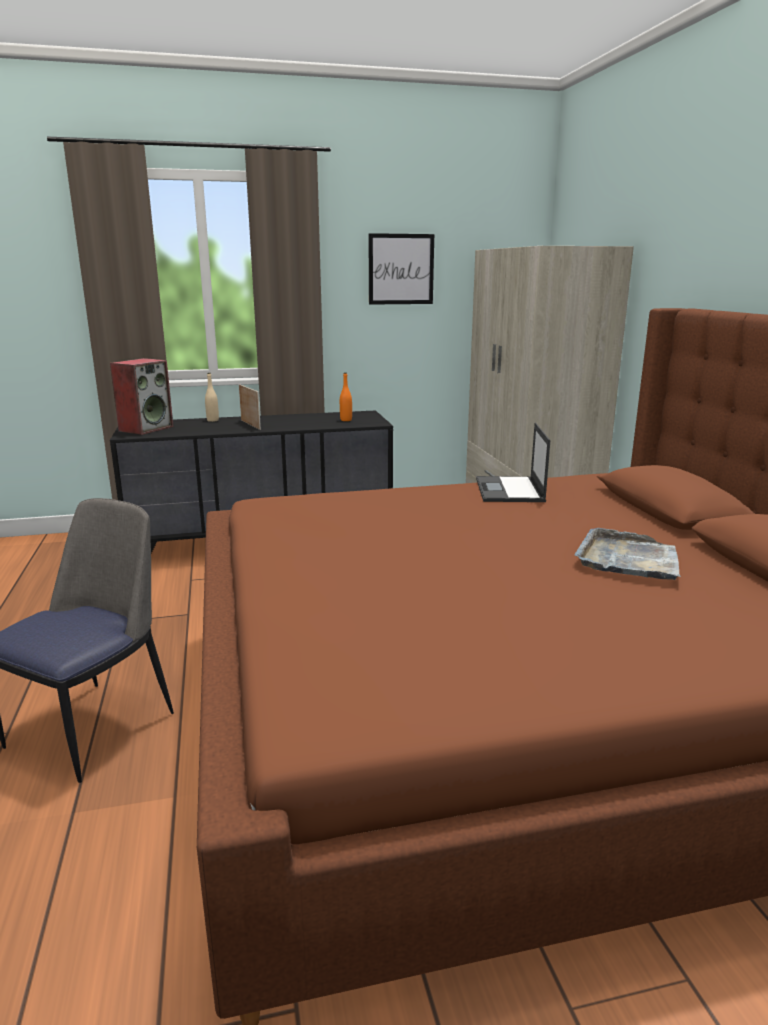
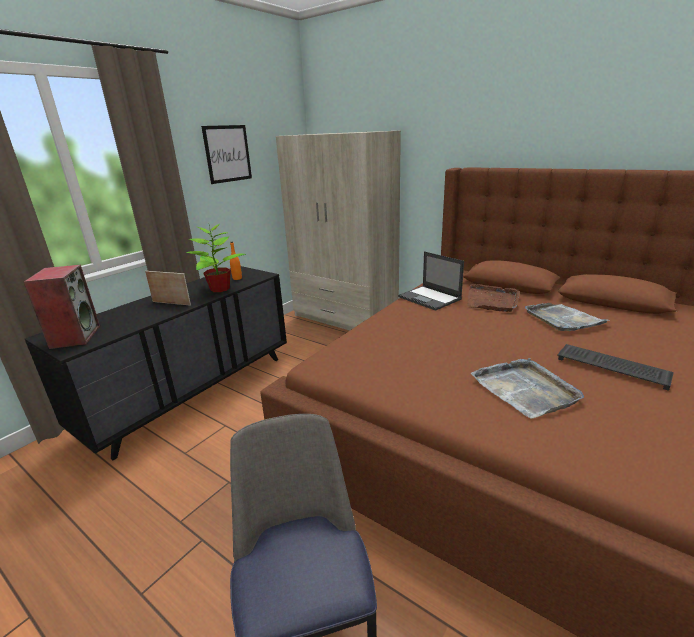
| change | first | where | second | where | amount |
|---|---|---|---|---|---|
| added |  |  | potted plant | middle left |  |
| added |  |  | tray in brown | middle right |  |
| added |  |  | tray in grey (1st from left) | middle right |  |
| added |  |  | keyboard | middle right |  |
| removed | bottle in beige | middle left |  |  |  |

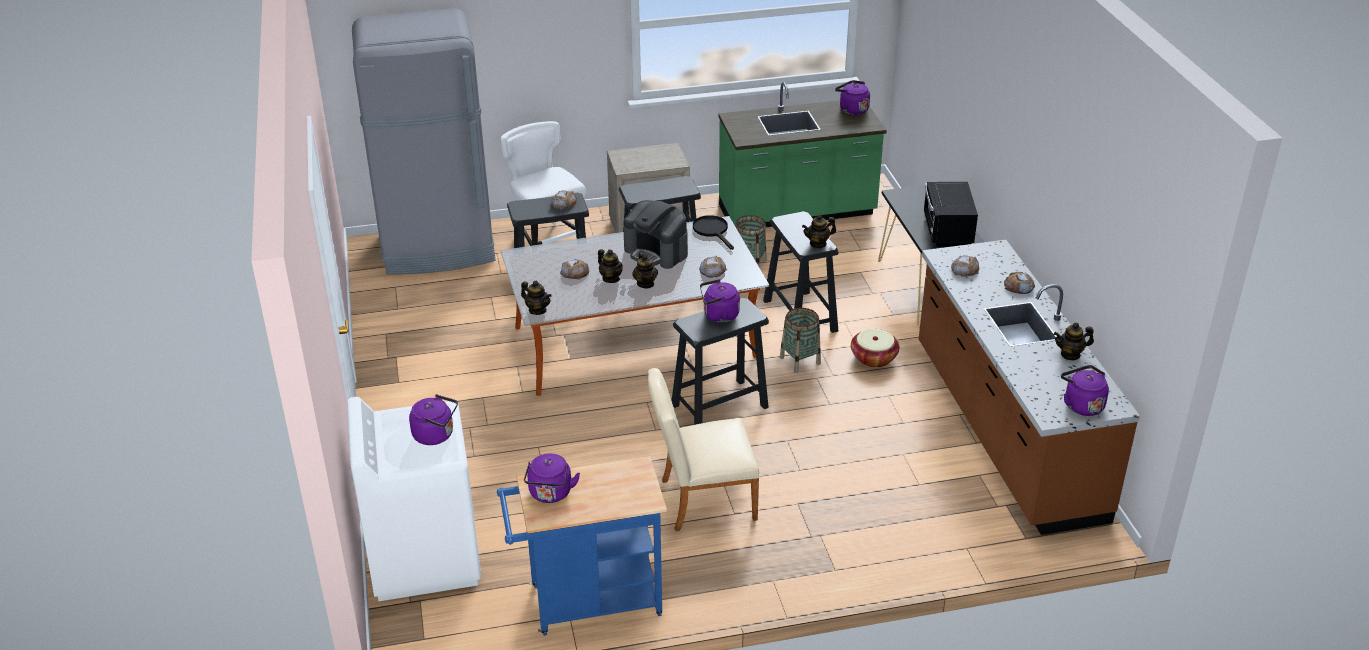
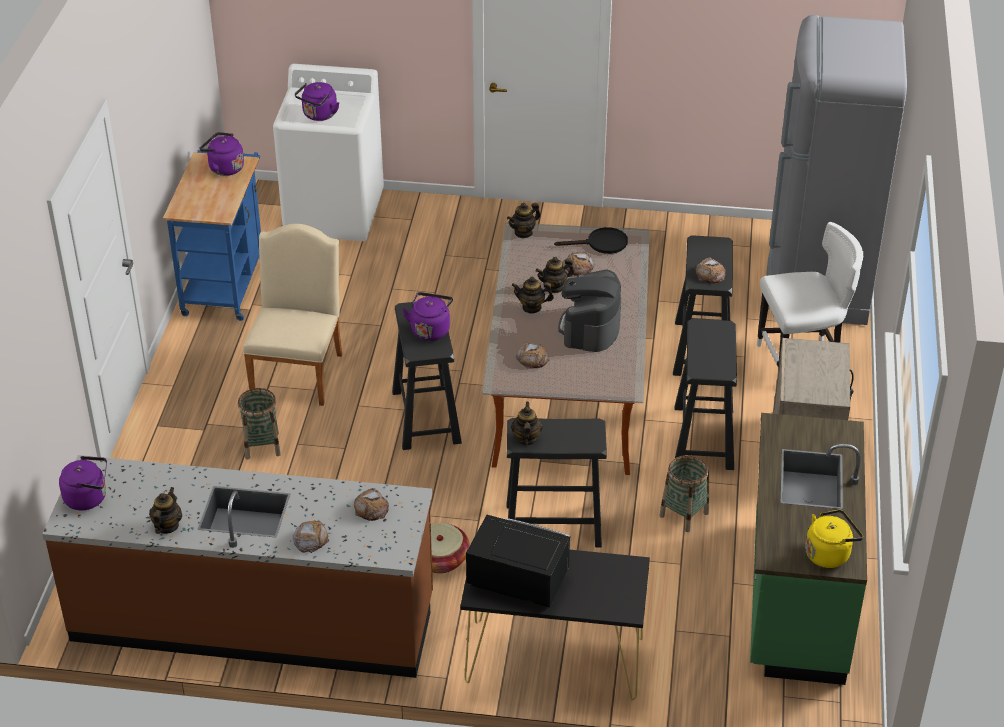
| change | first | where | second | where | amount |
|---|---|---|---|---|---|
| moved | basket (2nd from left in the first image) | centre | basket (1st from left) | middle left |  |
| moved | frying pan in black | centre |  | top centre |  |
| turned | coffee machine | centre |  | centre | 45 degrees counterclockwise |
| recoloured | kettle in purple (4th from left) | top centre | kettle in yellow | bottom right |  |

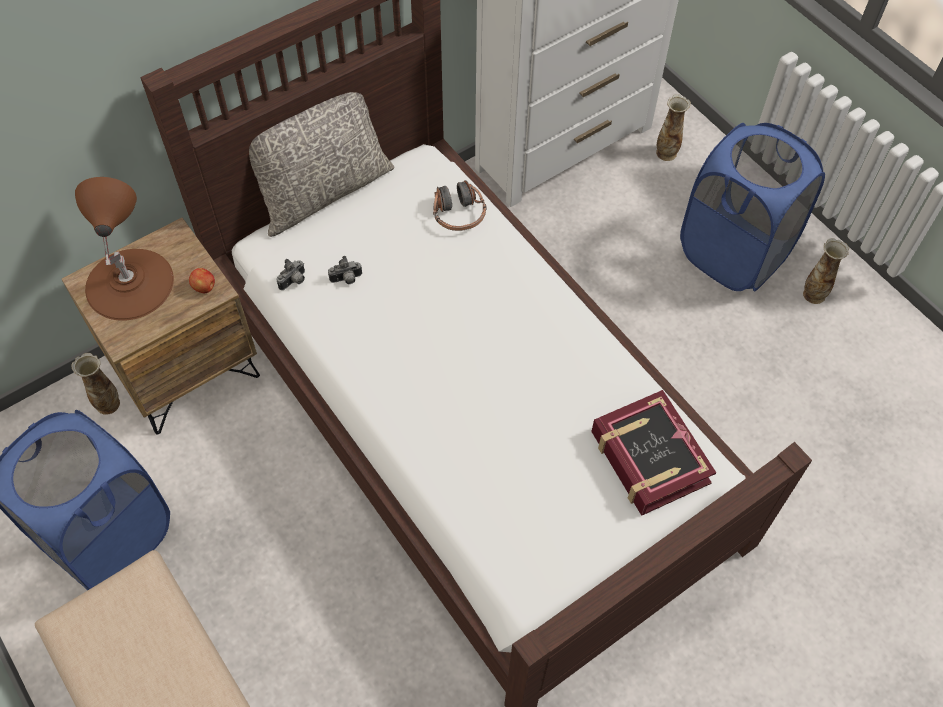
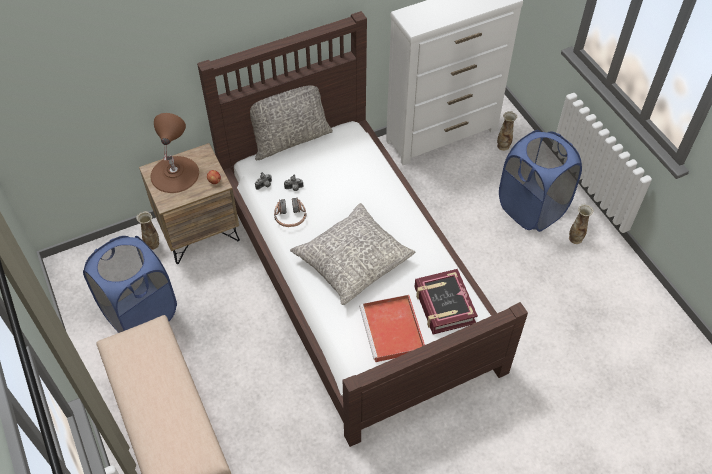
| change | first | where | second | where | amount |
|---|---|---|---|---|---|
| moved | headphones | top centre |  | centre |  |
| added |  |  | pillow in grey (2nd from left) | centre |  |
| added |  |  | tray in red | bottom centre |  |

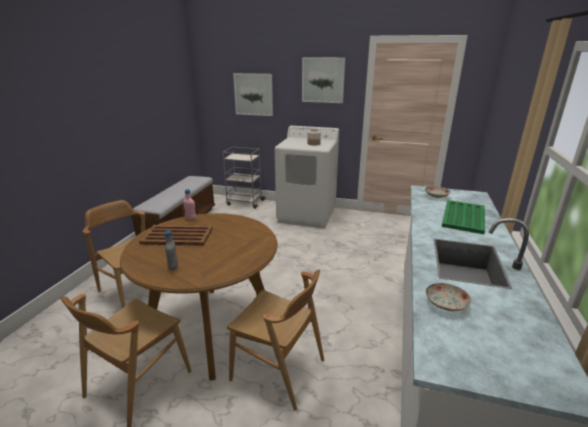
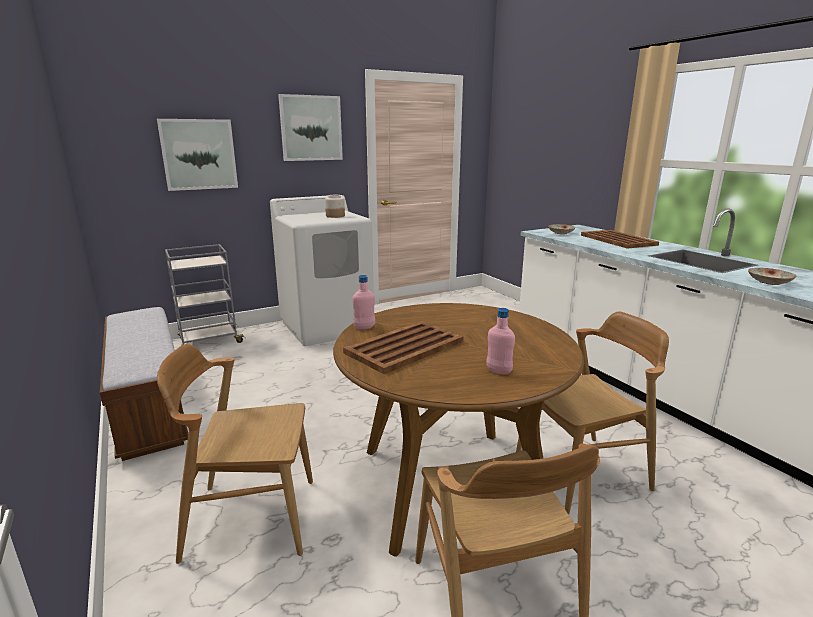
| change | first | where | second | where | amount |
|---|---|---|---|---|---|
| recoloured | bottle in grey | middle left | bottle in pink (2nd from left) | centre |  |
| recoloured | tray in green | middle right | tray in brown (2nd from left) | middle right |  |

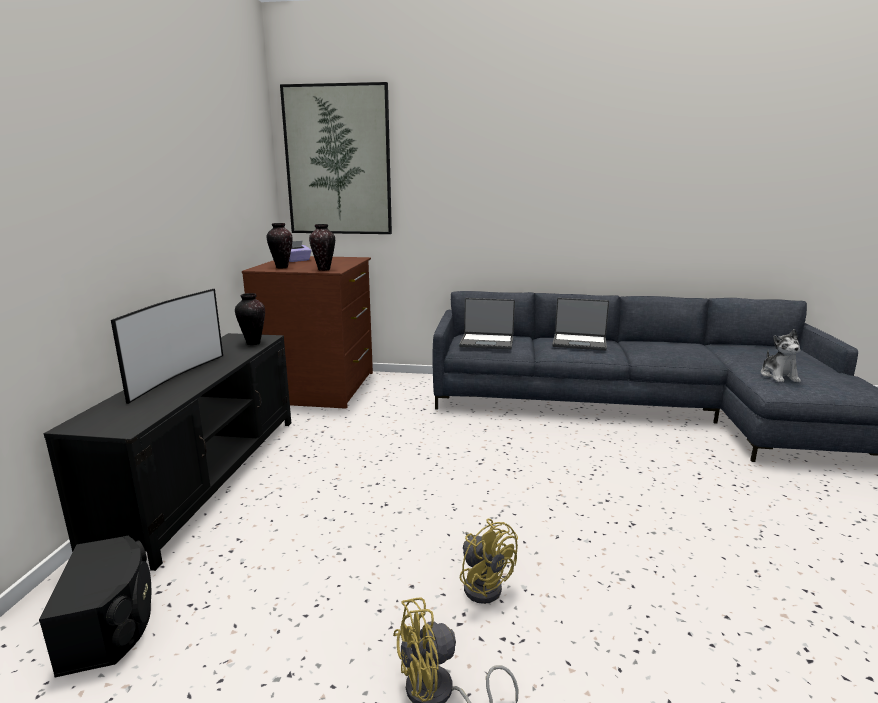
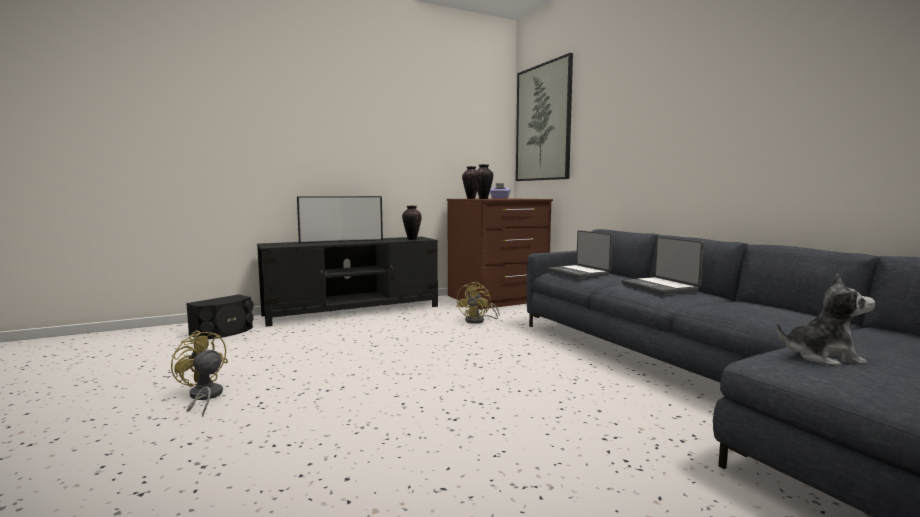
| change | first | where | second | where | amount |
|---|---|---|---|---|---|
| moved | fan in yellow (2nd from left) | bottom centre |  | centre |  |
| turned | plush toy | middle right |  | middle right | 135 degrees counterclockwise |

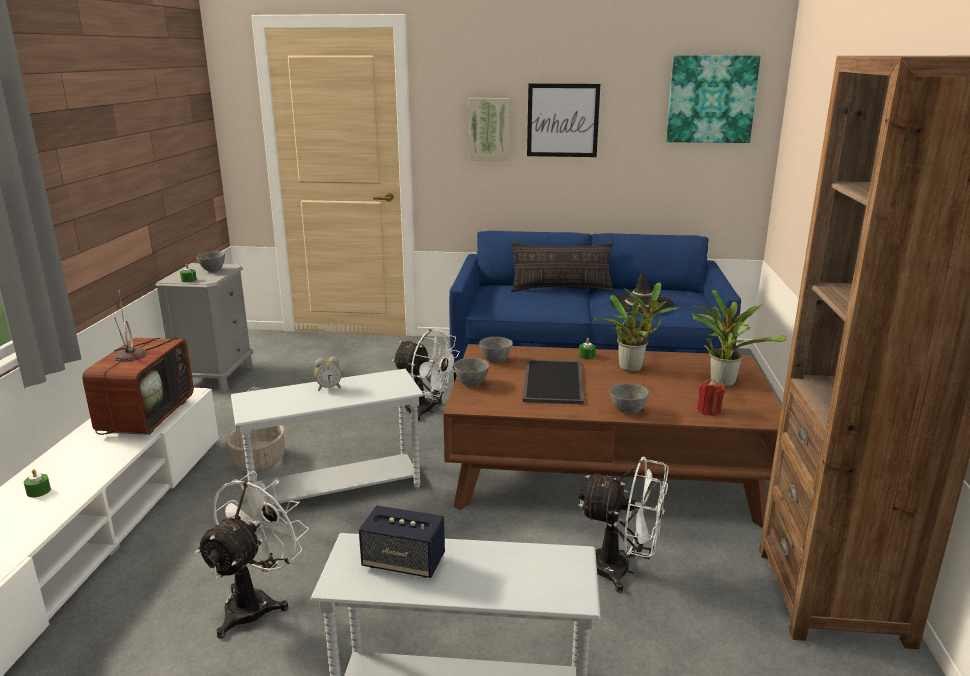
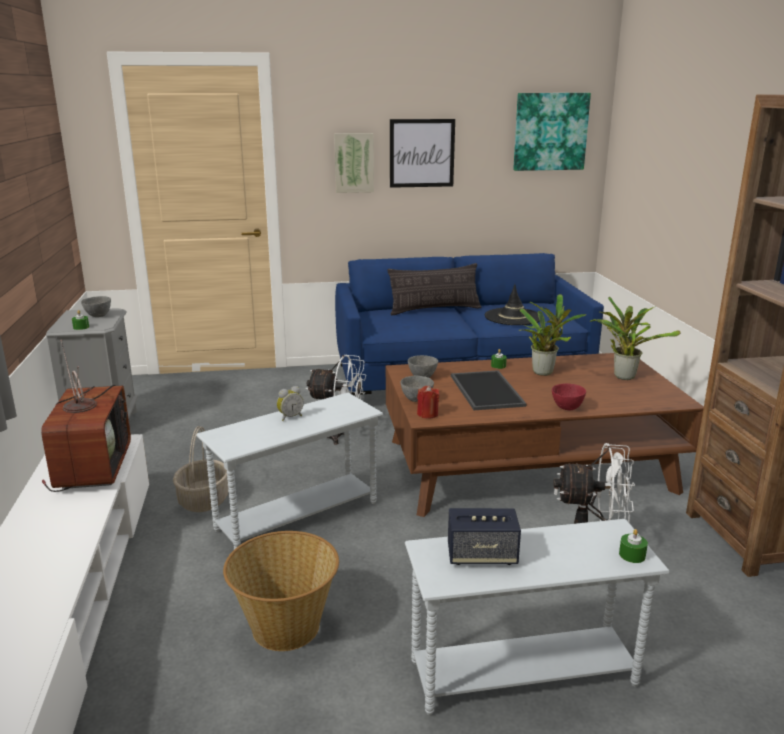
| change | first | where | second | where | amount |
|---|---|---|---|---|---|
| replaced | fan in white (1st from left) | bottom left | basket (2nd from left) | bottom centre |  |
| moved | candle in red | middle right |  | centre |  |
| recoloured | bowl in grey (4th from left) | centre | bowl in red | middle right |  |
| moved | candle in green (1st from left in the first image) | bottom left | candle in green (3rd from left) | bottom right |  |

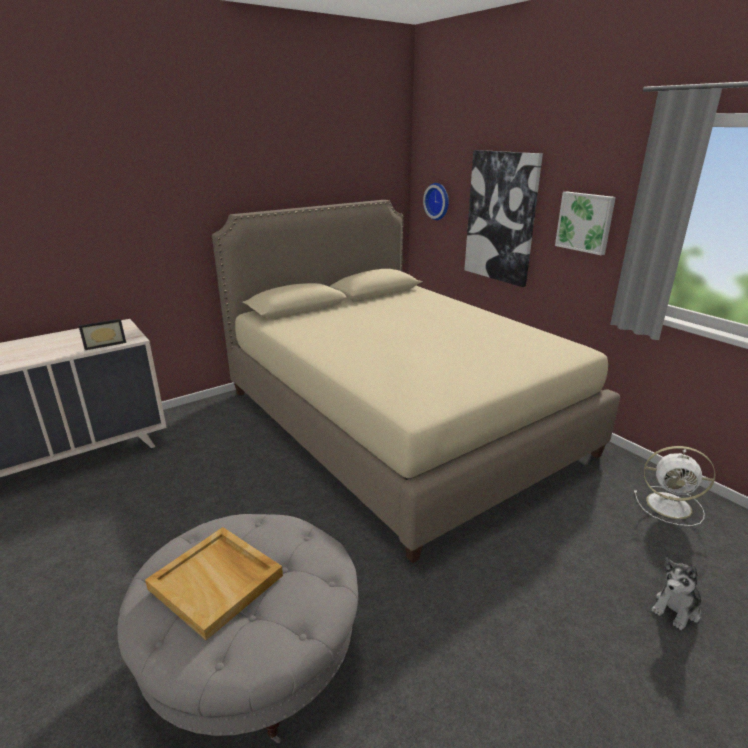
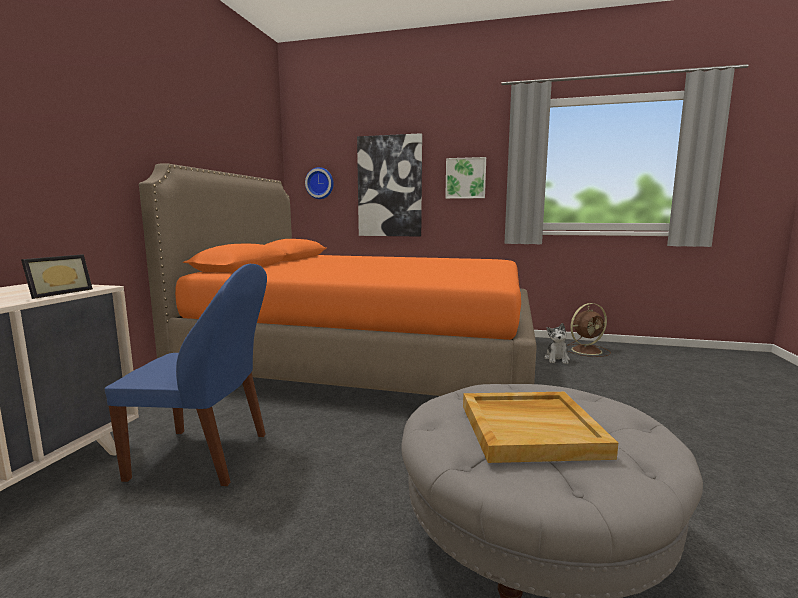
| change | first | where | second | where | amount |
|---|---|---|---|---|---|
| added |  |  | chair in blue | middle left |  |
| recoloured | bed in beige | centre | bed in orange | centre |  |
| moved | plush toy | bottom right |  | middle right |  |
| recoloured | fan in white | middle right | fan in brown | middle right |  |

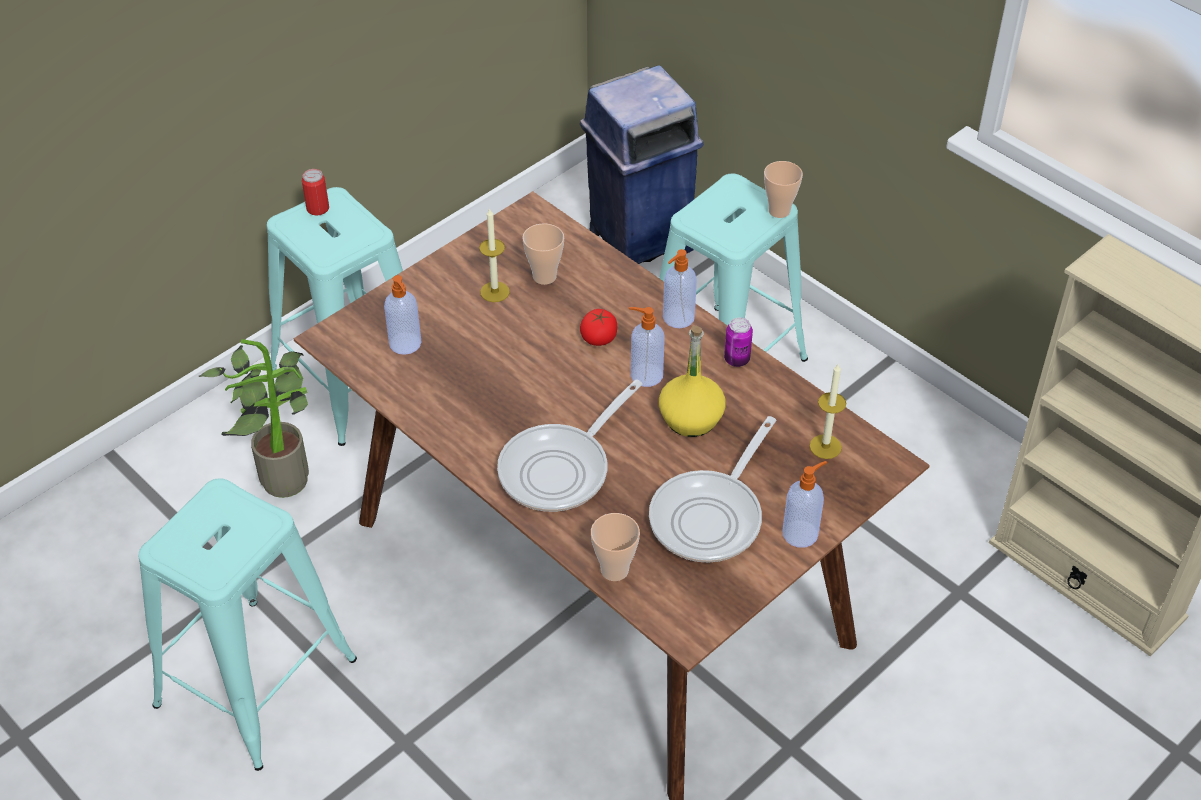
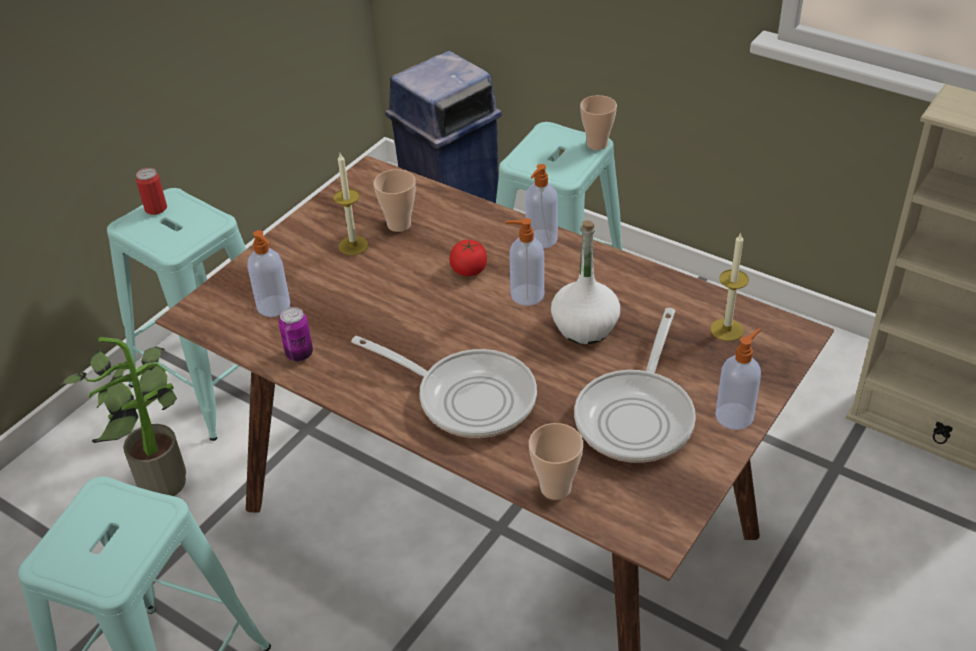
| change | first | where | second | where | amount |
|---|---|---|---|---|---|
| moved | can (2nd from left) | centre |  | middle left |  |
| turned | frying pan (1st from left) | centre |  | centre | 90 degrees counterclockwise |
| recoloured | bottle in yellow | centre | bottle in white | centre |  |

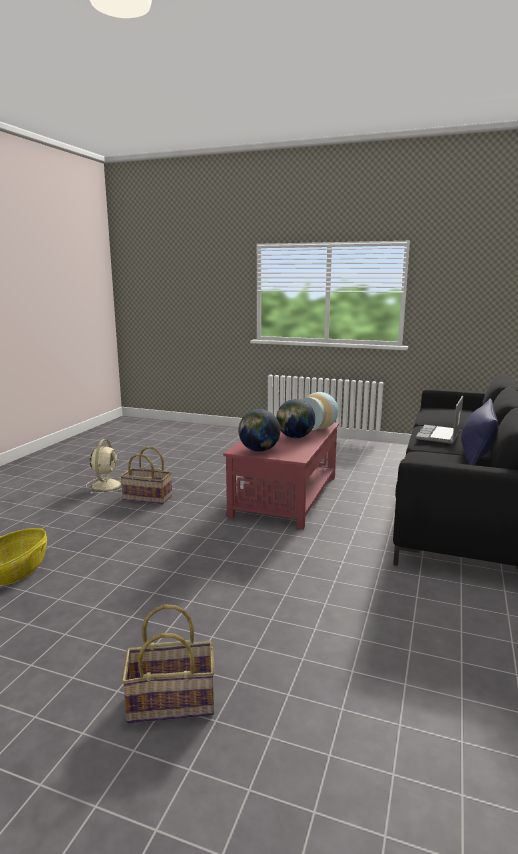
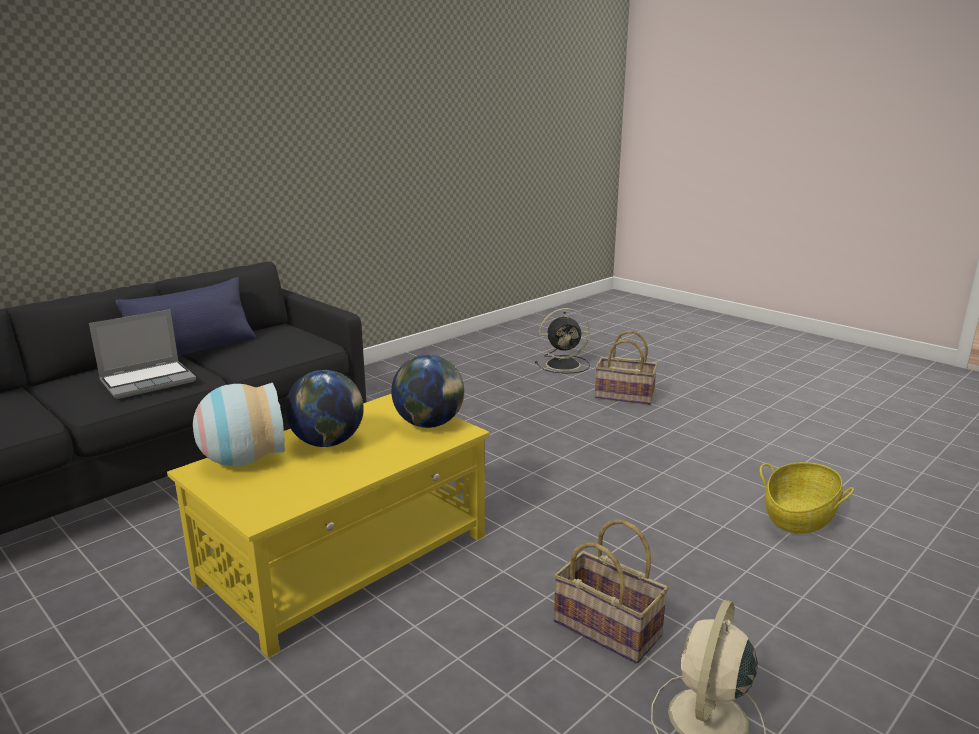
| change | first | where | second | where | amount |
|---|---|---|---|---|---|
| recoloured | coffee table in red | centre | coffee table in yellow | bottom centre |  |
| added |  |  | fan in black | centre |  |

